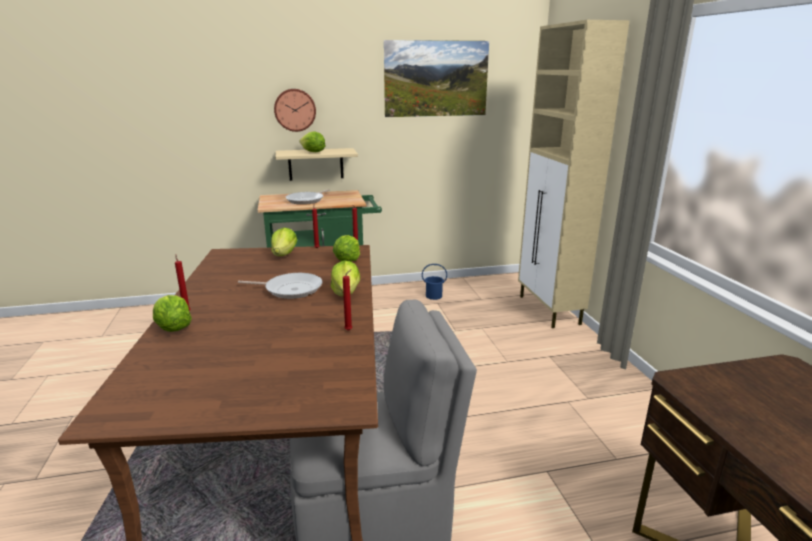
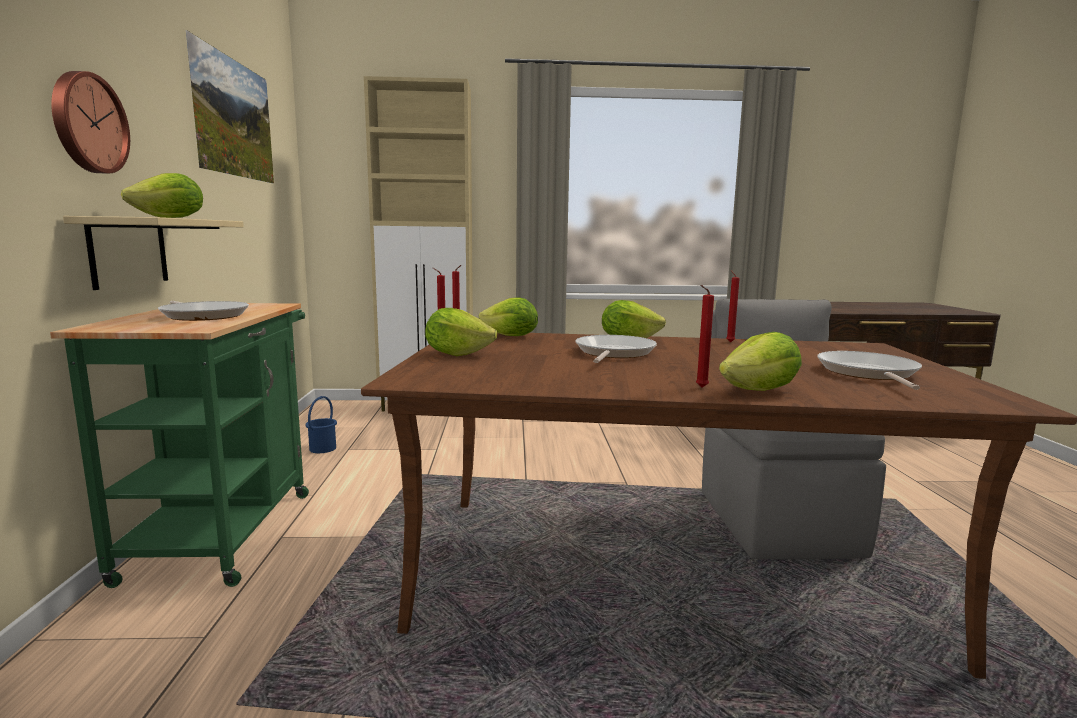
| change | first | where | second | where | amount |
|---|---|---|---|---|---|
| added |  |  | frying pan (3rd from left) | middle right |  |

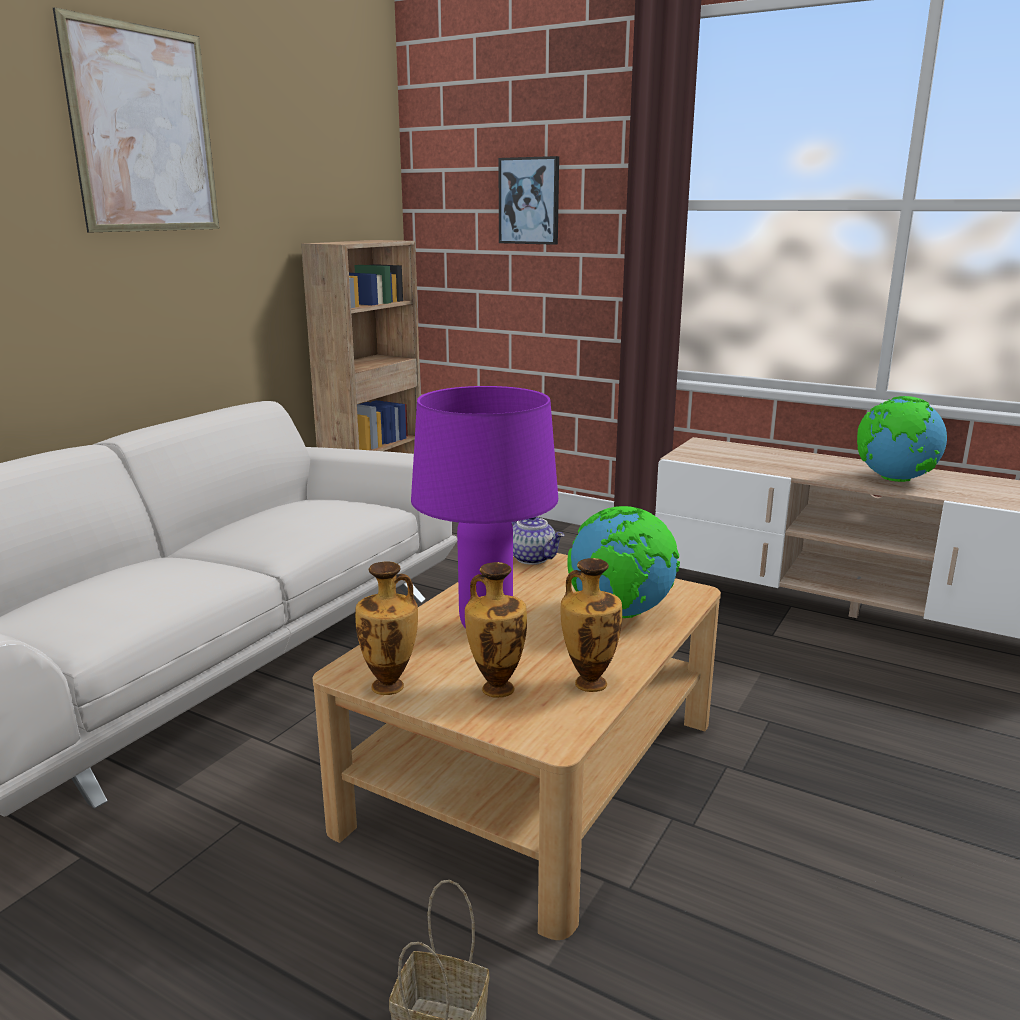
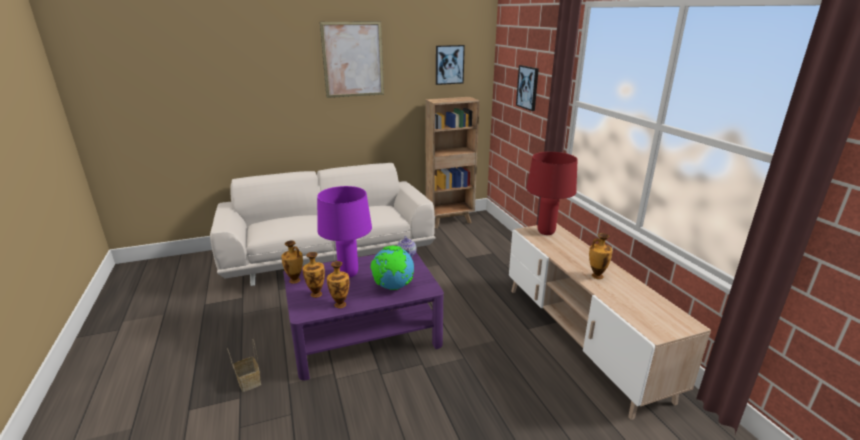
| change | first | where | second | where | amount |
|---|---|---|---|---|---|
| recoloured | coffee table in beige | bottom centre | coffee table in purple | bottom centre |  |
| added |  |  | picture (2nd from left) | top centre |  |
| added |  |  | table lamp in red | centre |  |
| replaced | globe (2nd from left) | middle right | vase (4th from left) | middle right |  |

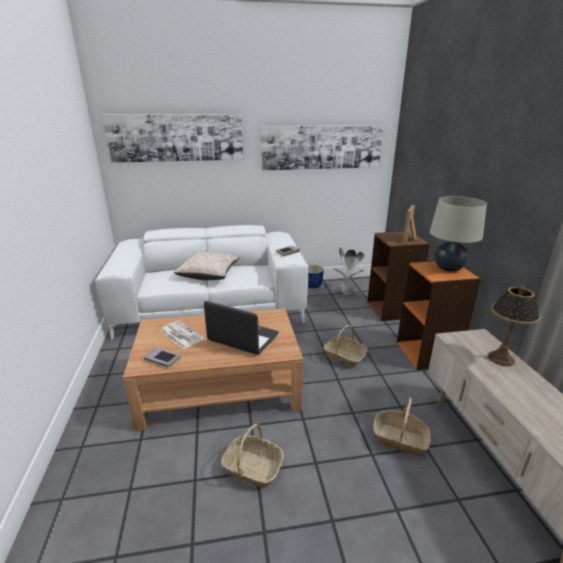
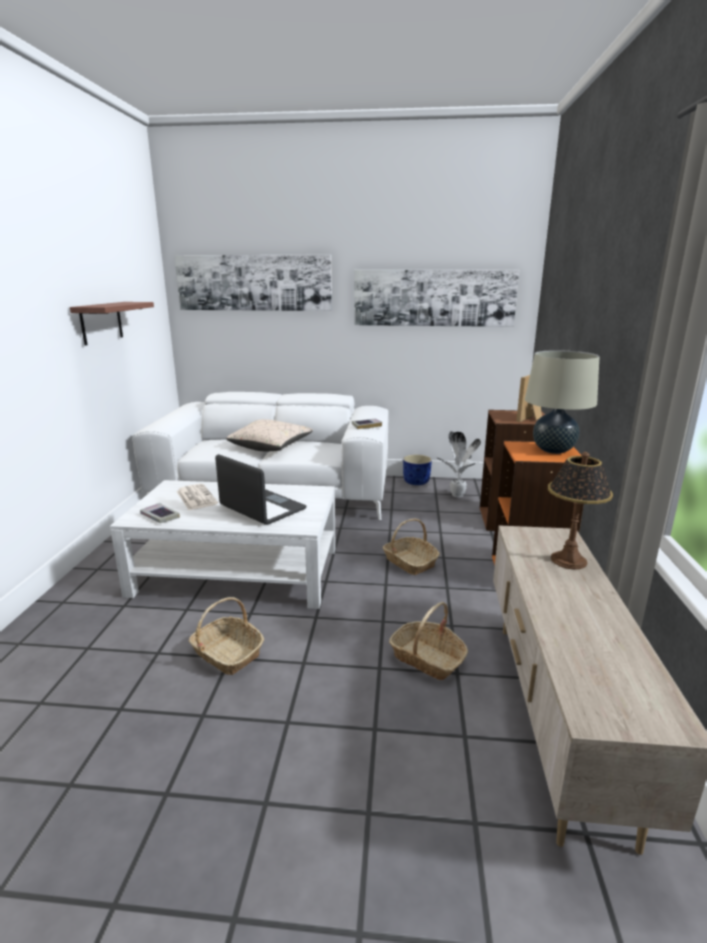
| change | first | where | second | where | amount |
|---|---|---|---|---|---|
| added |  |  | shelf | middle left |  |
| recoloured | coffee table in brown | centre | coffee table in white | middle left |  |

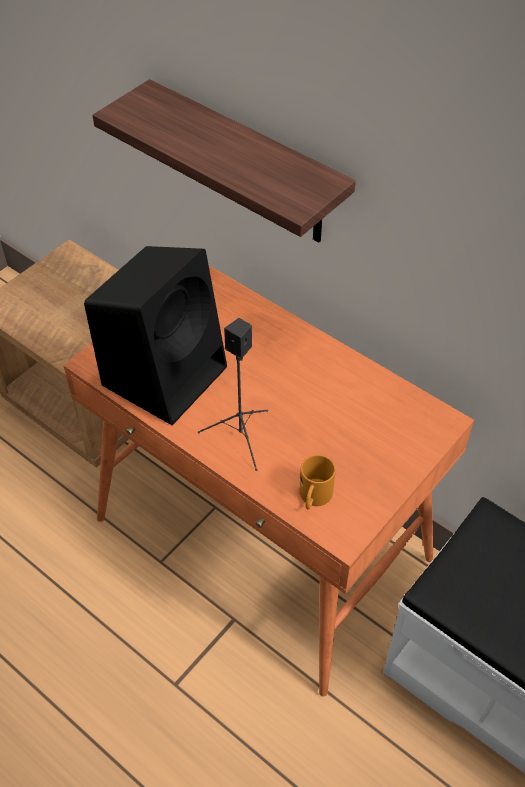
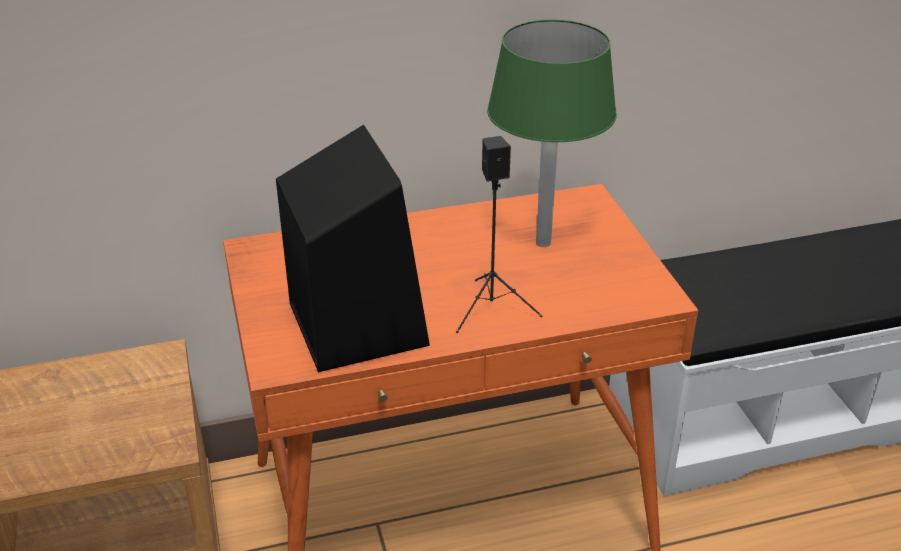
| change | first | where | second | where | amount |
|---|---|---|---|---|---|
| added |  |  | table lamp in green | top centre |  |
| removed | shelf | top centre |  |  |  |
| removed | mug in orange | centre |  |  |  |

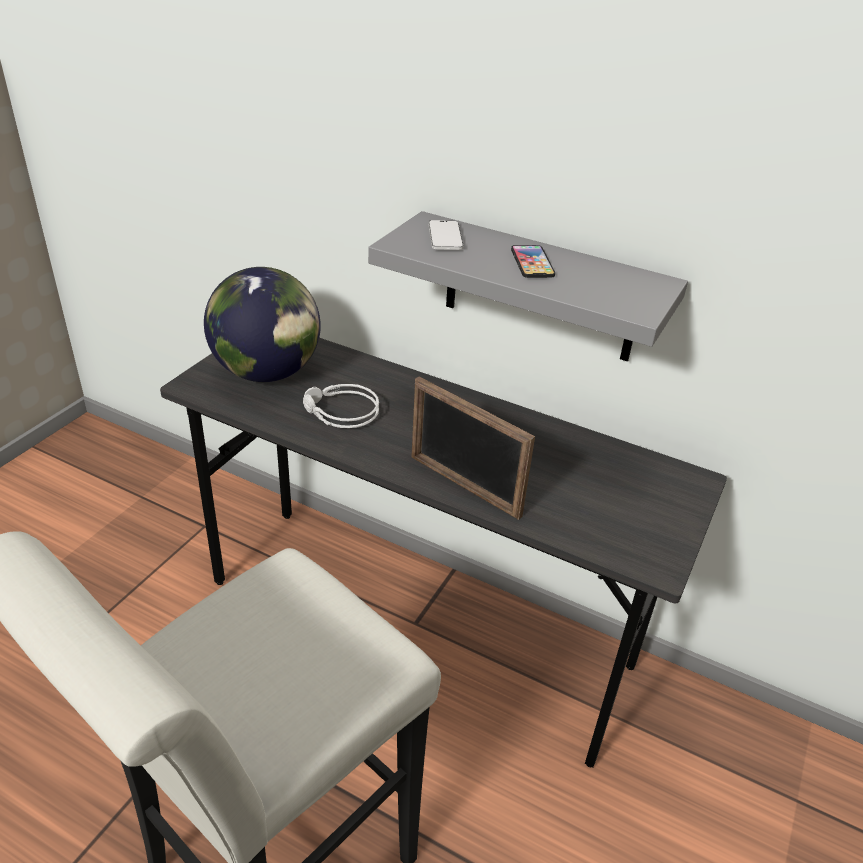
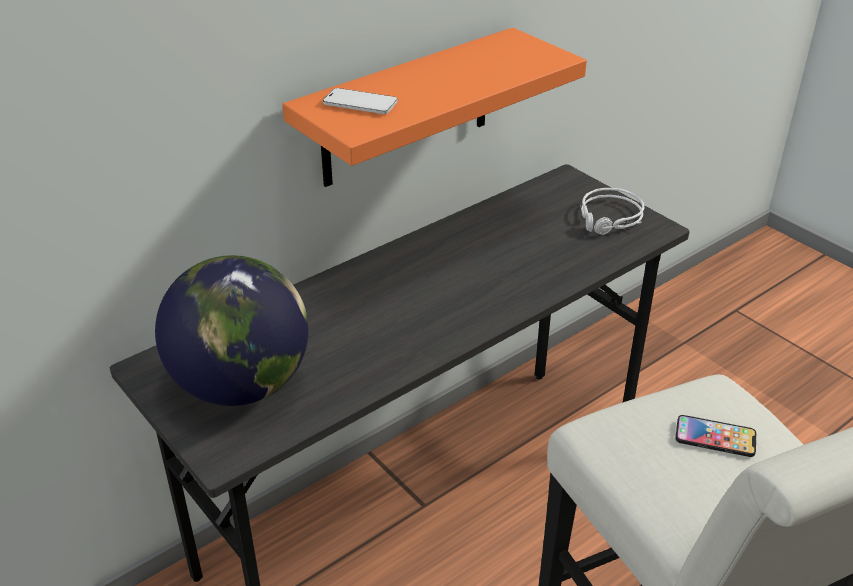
| change | first | where | second | where | amount |
|---|---|---|---|---|---|
| recoloured | shelf in grey | top centre | shelf in orange | top centre |  |
| moved | headphones in grey | centre |  | middle right |  |
| moved | phone (2nd from left) | top centre |  | bottom right |  |
| removed | picture frame | centre |  |  |  |

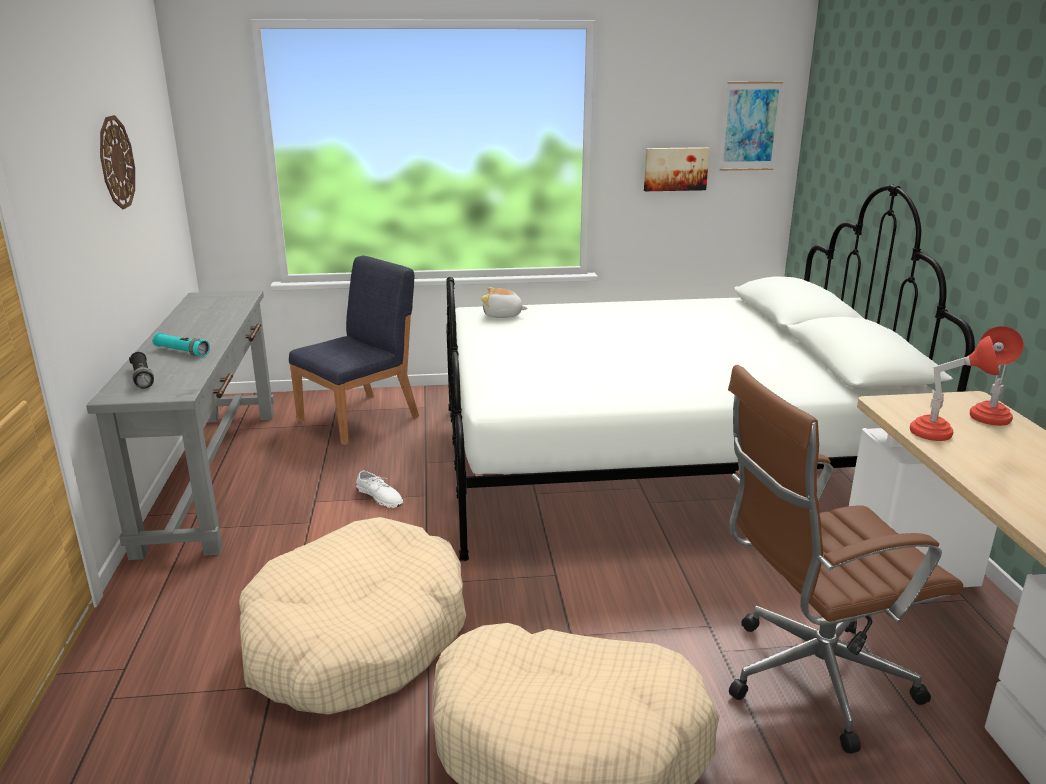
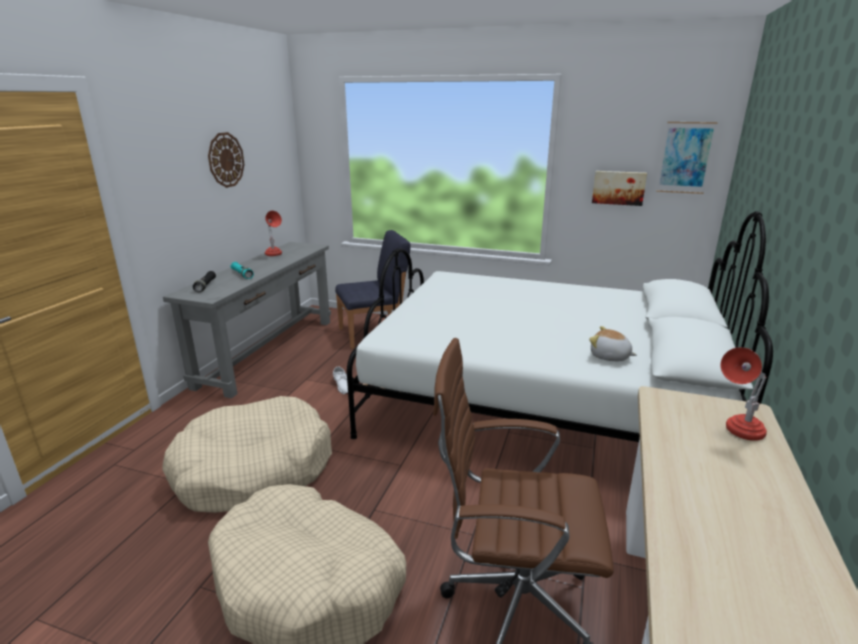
| change | first | where | second | where | amount |
|---|---|---|---|---|---|
| moved | table lamp in red (1st from left) | middle right |  | middle left |  |
| moved | plush toy | centre |  | middle right |  |

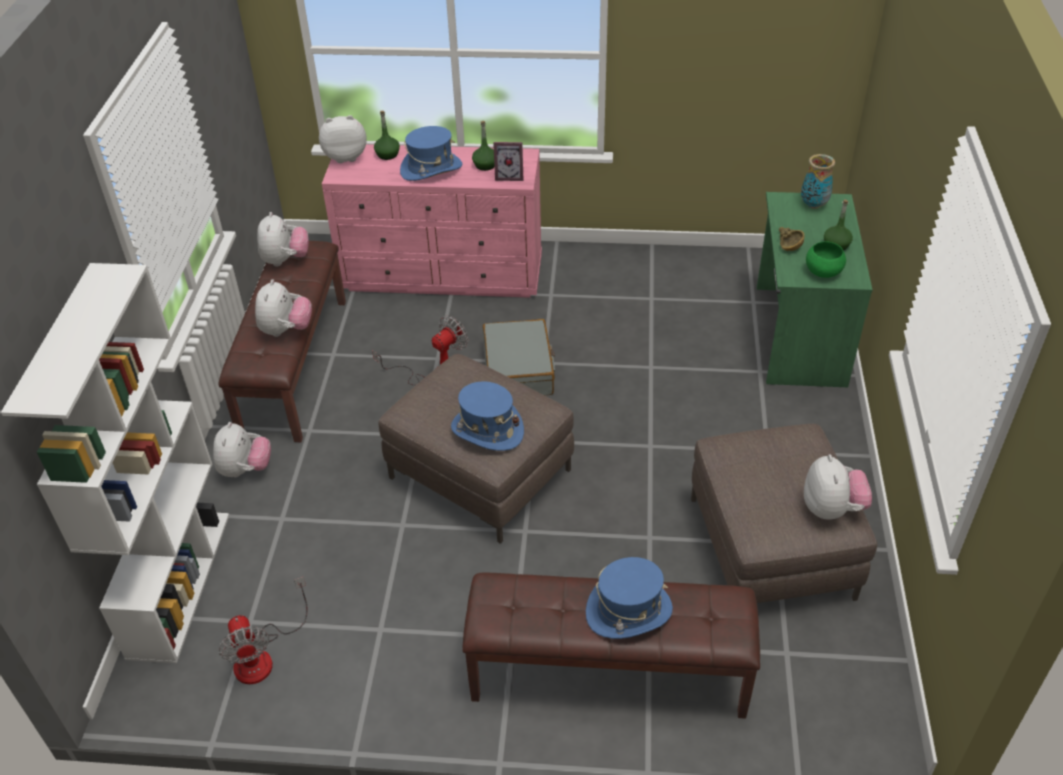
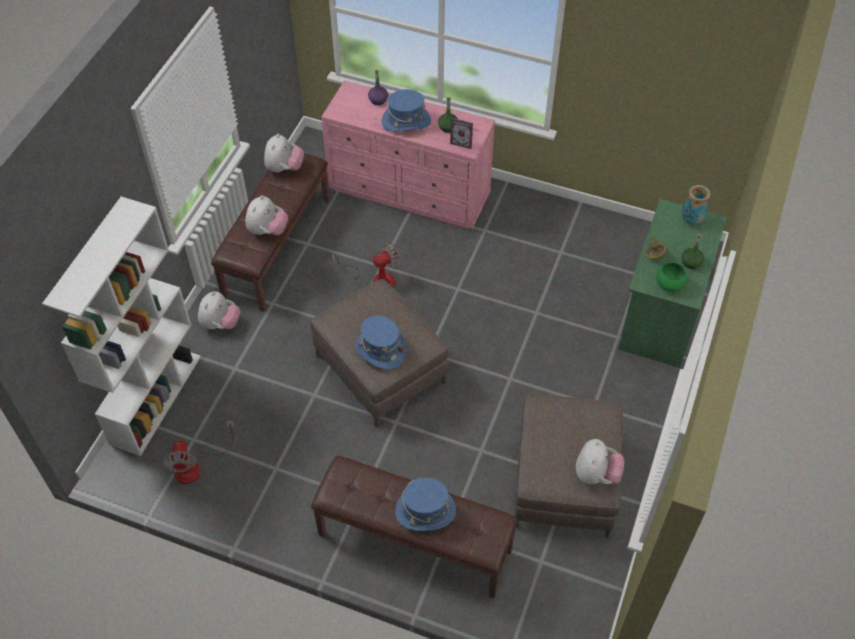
| change | first | where | second | where | amount |
|---|---|---|---|---|---|
| recoloured | bottle in green (1st from left) | top centre | bottle in purple | top centre |  |
| removed | plush toy (4th from left) | top left |  |  |  |
| removed | suitcase in grey | centre |  |  |  |

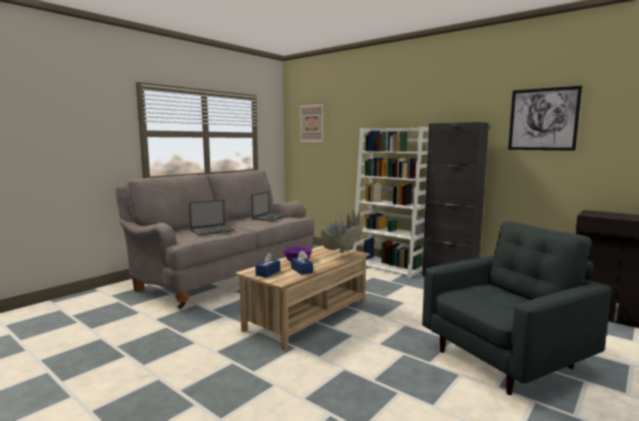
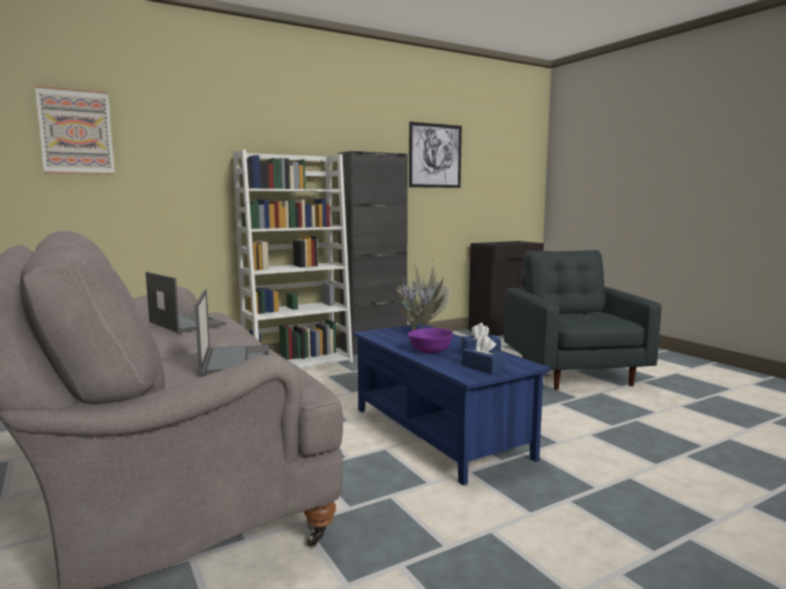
| change | first | where | second | where | amount |
|---|---|---|---|---|---|
| recoloured | coffee table in beige | bottom centre | coffee table in blue | bottom centre |  |

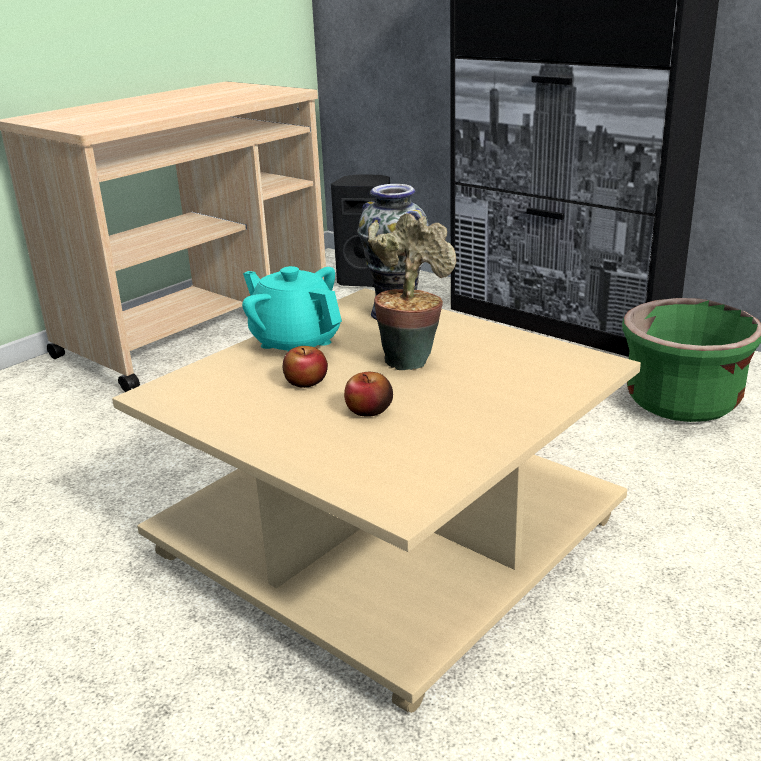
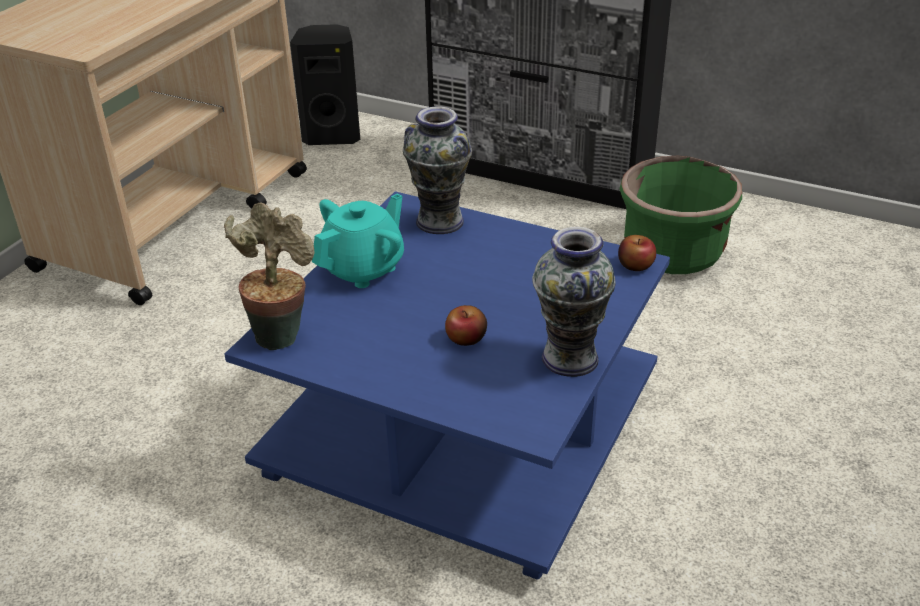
| change | first | where | second | where | amount |
|---|---|---|---|---|---|
| recoloured | coffee table in beige | centre | coffee table in blue | centre |  |
| moved | potted plant | centre |  | middle left |  |
| turned | teapot in turquoise | centre |  | centre | 105 degrees clockwise |
| added |  |  | vase (2nd from left) | centre |  |
| moved | apple (1st from left in the first image) | centre | apple (2nd from left) | middle right |  |

